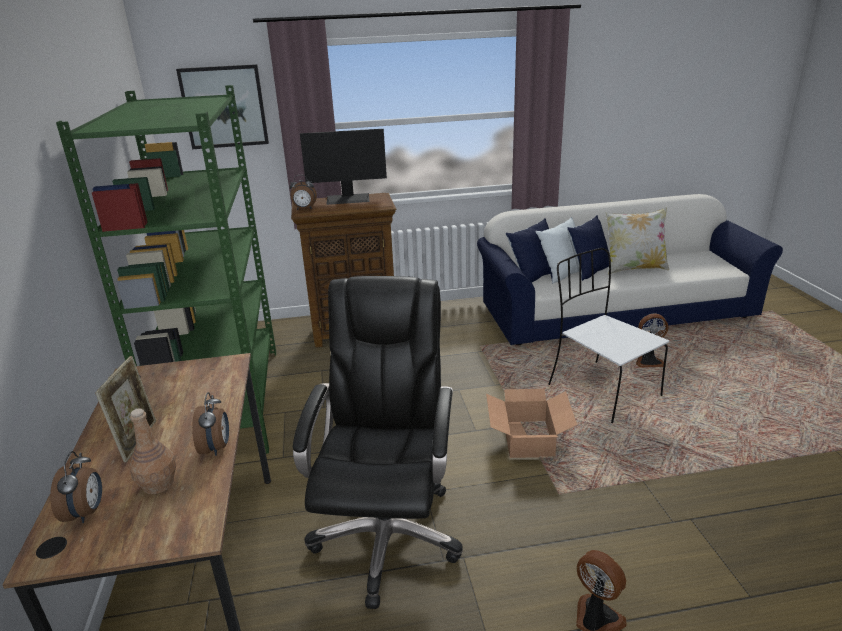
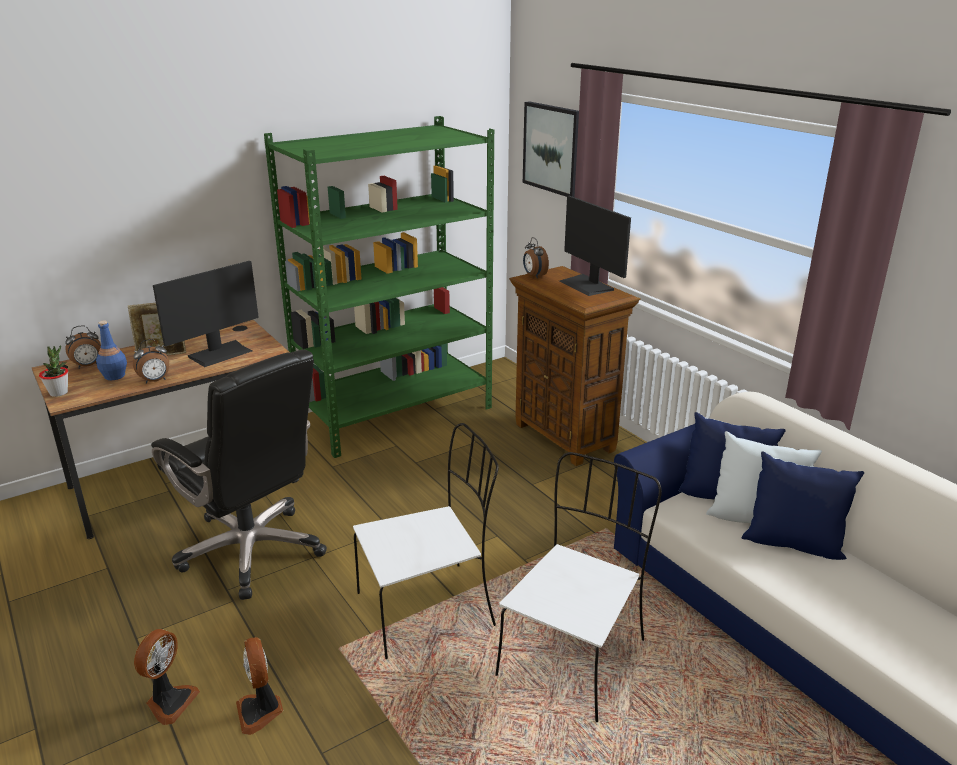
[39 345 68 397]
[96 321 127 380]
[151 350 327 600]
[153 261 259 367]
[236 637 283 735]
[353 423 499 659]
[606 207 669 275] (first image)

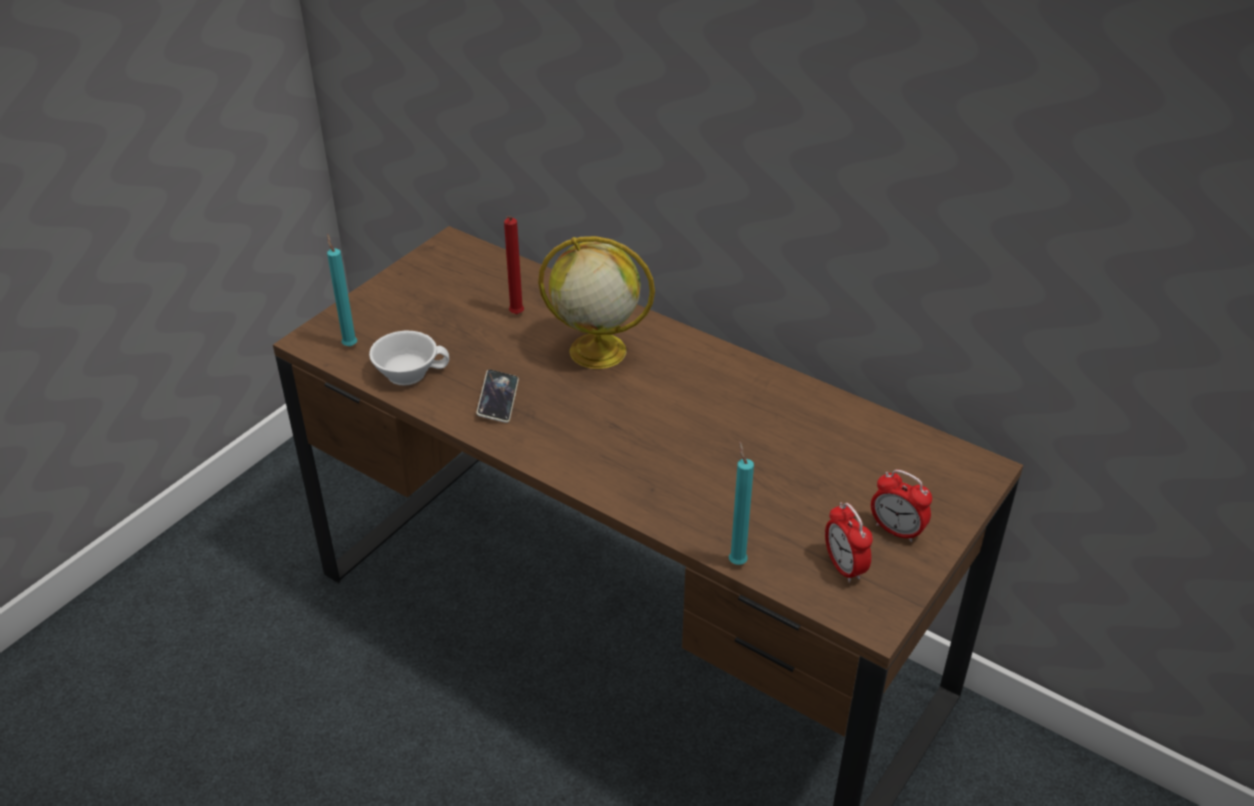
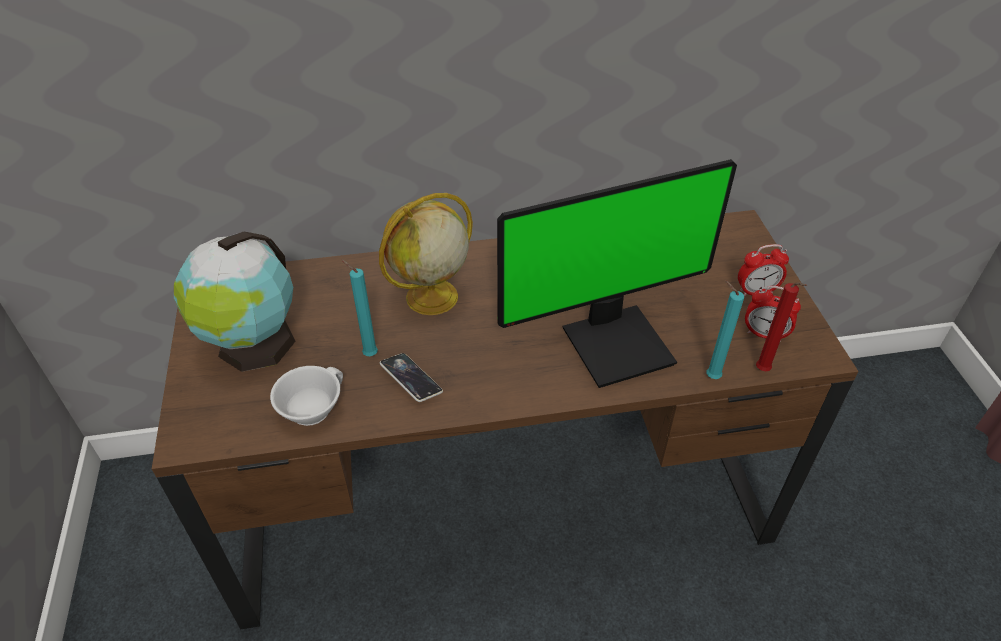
[174 232 296 372]
[341 259 378 356]
[497 159 737 388]
[756 282 808 371]

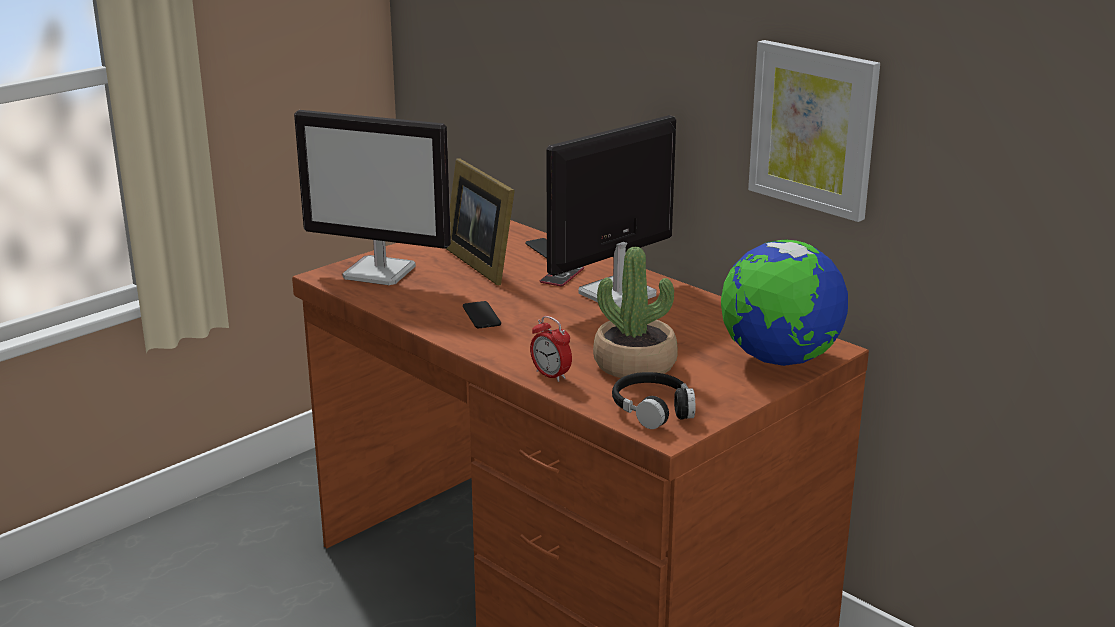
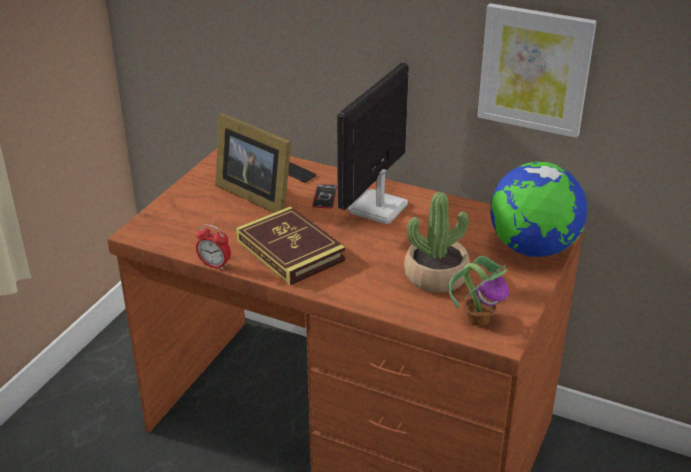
[196 224 231 270]
[236 206 345 285]
[449 256 509 326]
[294 110 451 285] (first image)

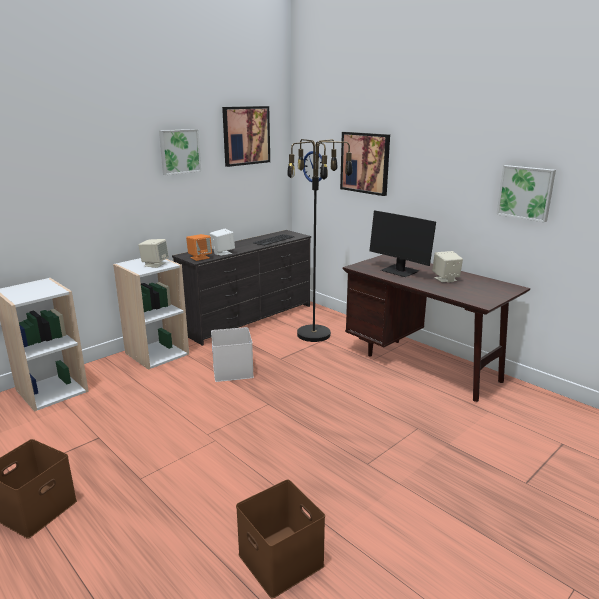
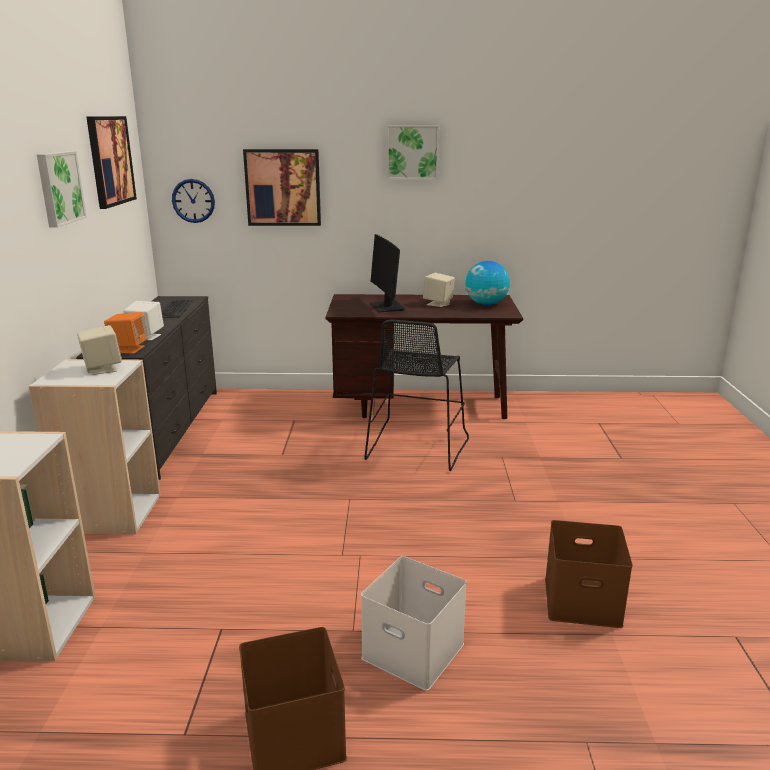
[361 556 467 691]
[364 320 469 471]
[370 234 405 312]
[387 125 439 180]
[465 261 510 305]
[287 139 352 342] (first image)

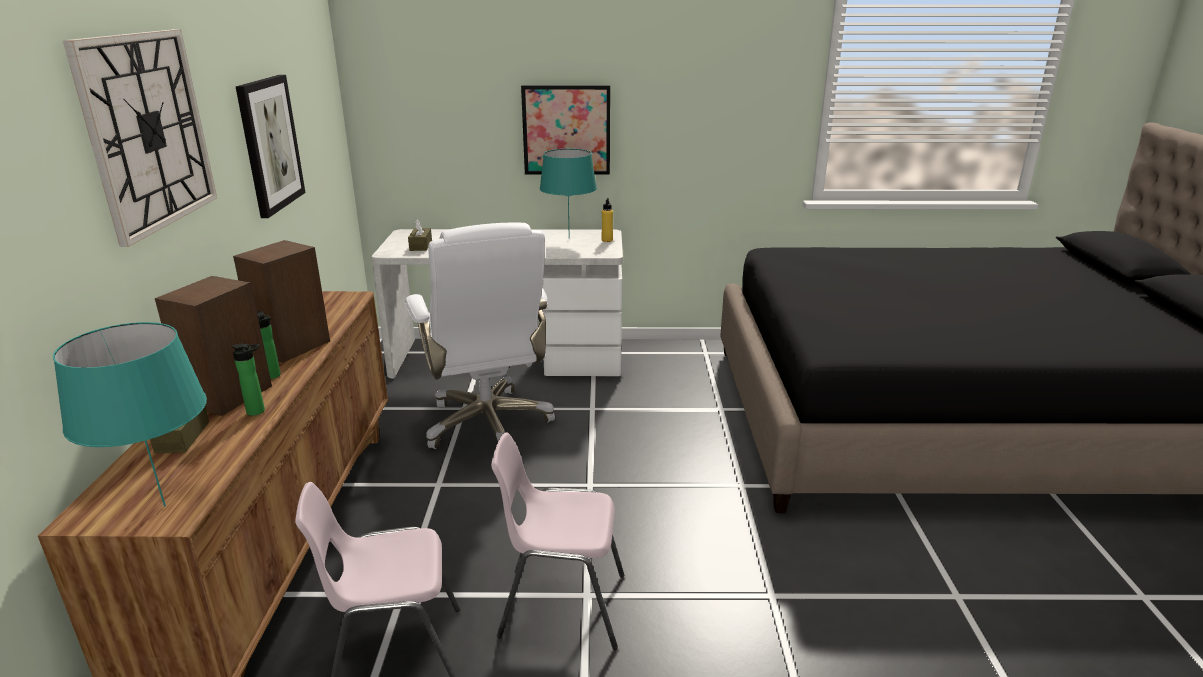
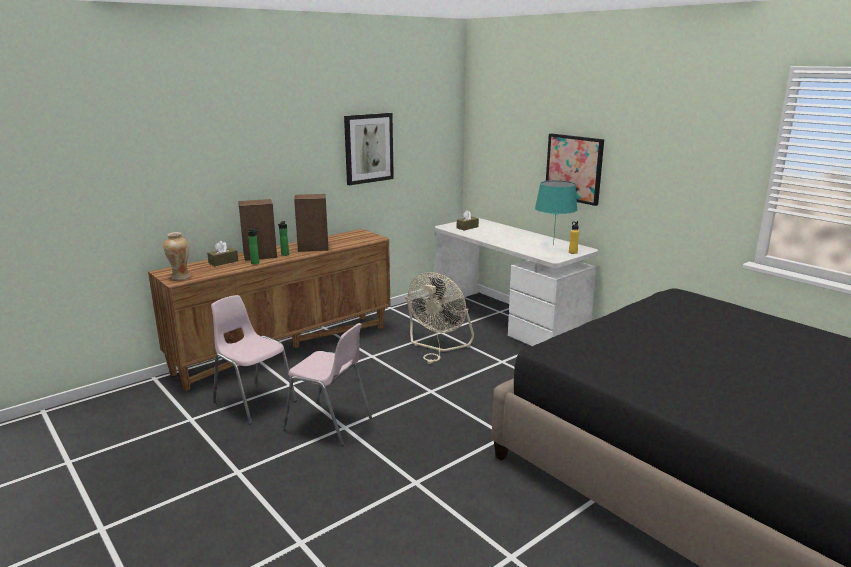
[163 232 190 280]
[283 323 372 446]
[405 272 474 364]
[63 29 217 247] (first image)

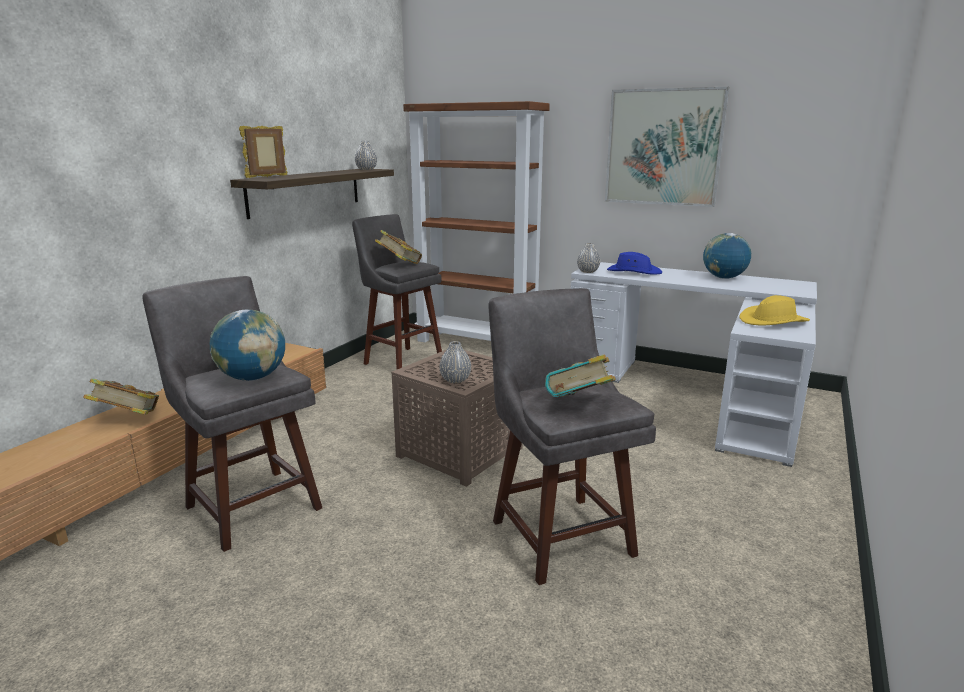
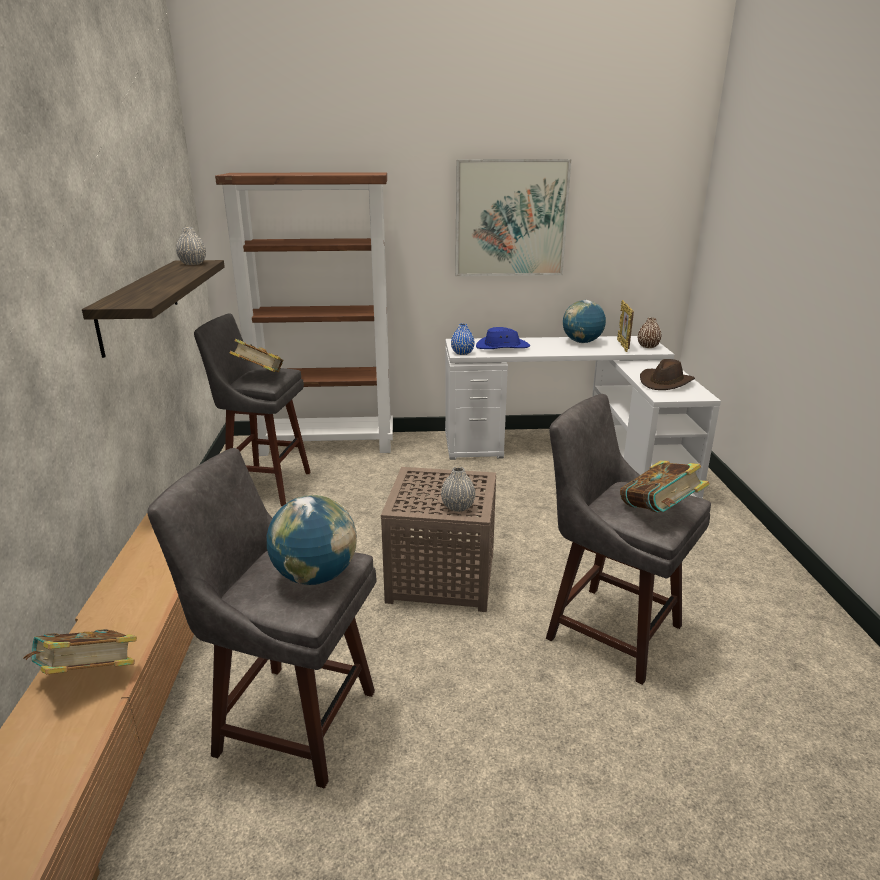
[451 323 475 355]
[617 300 634 352]
[638 318 662 348]
[640 359 695 390]

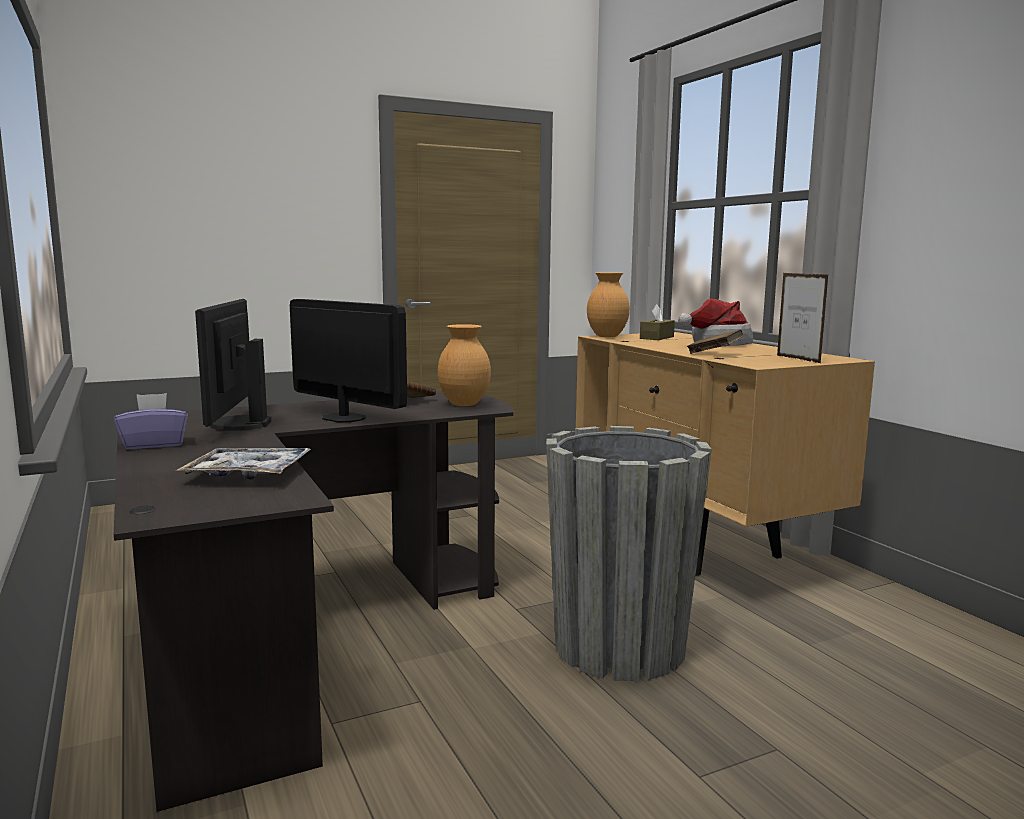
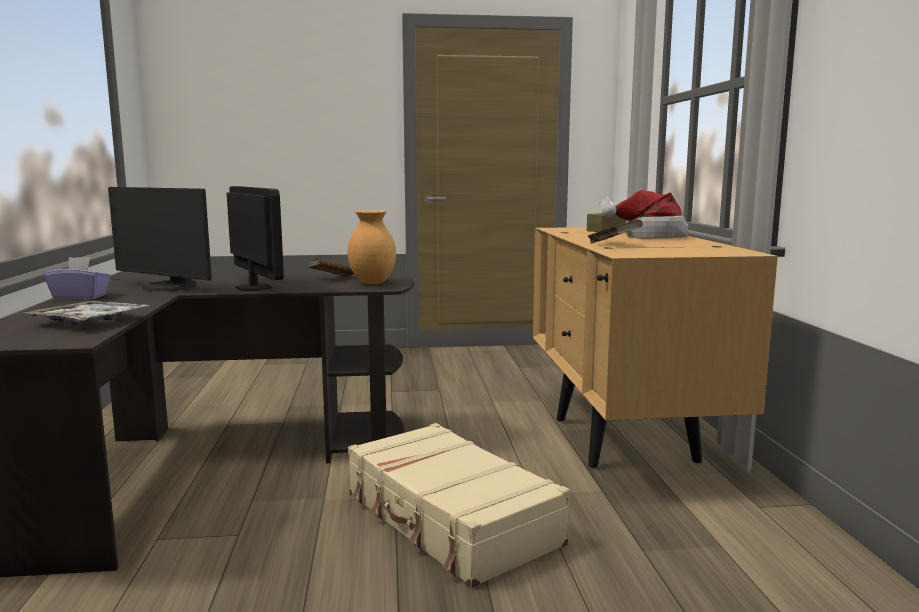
[108 187 212 291]
[348 423 570 588]
[587 272 630 337] (first image)
[777 273 829 363] (first image)

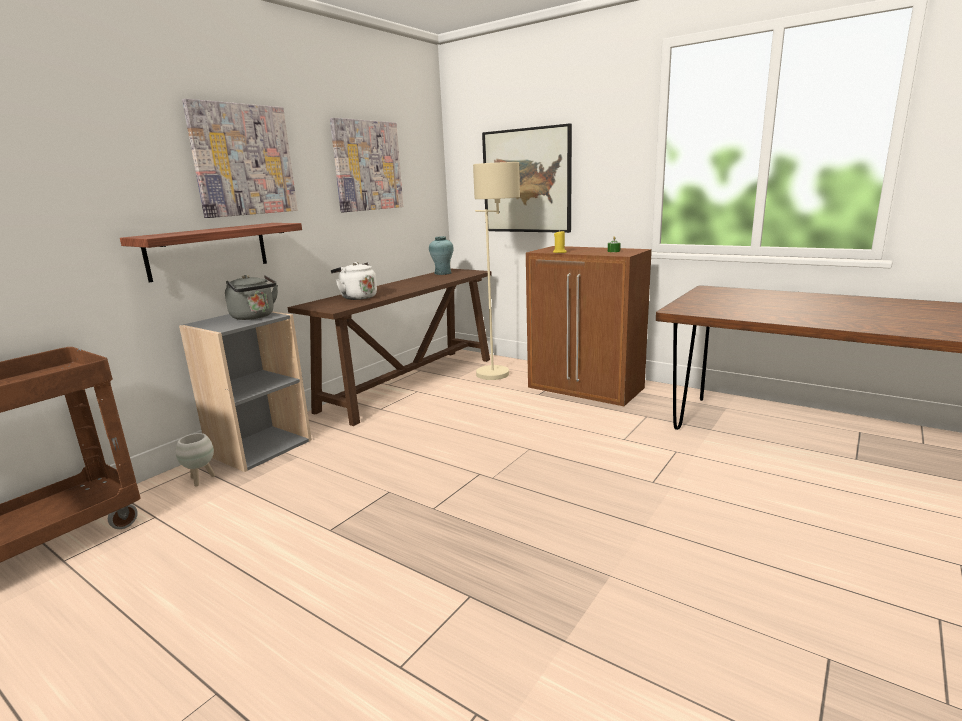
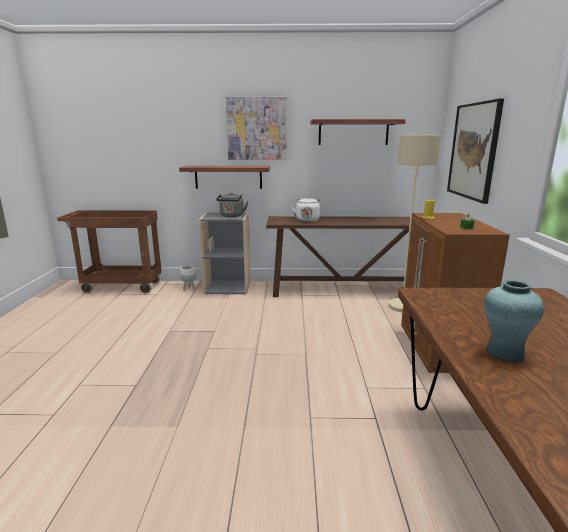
[310 119 406 145]
[484 280 544 362]

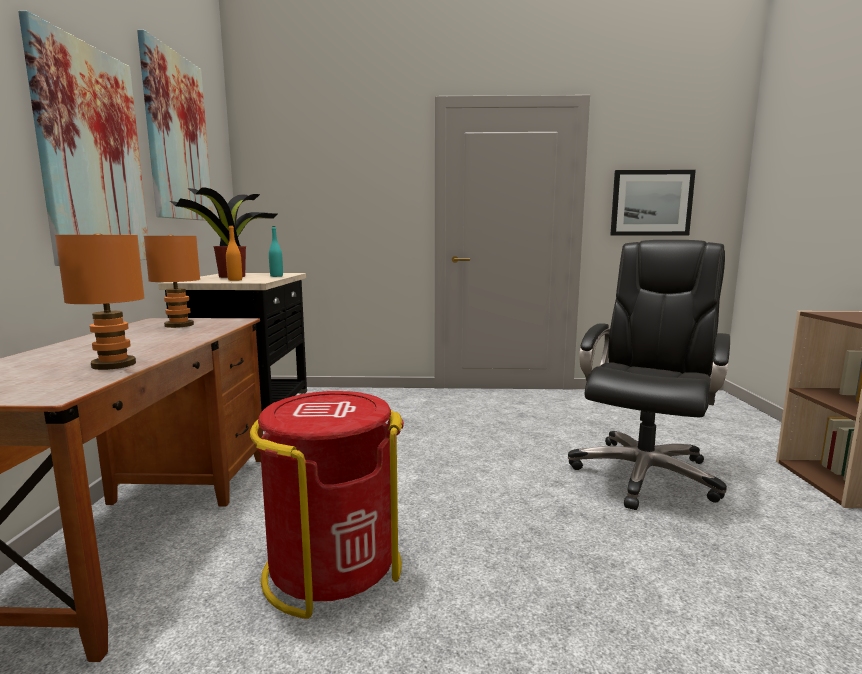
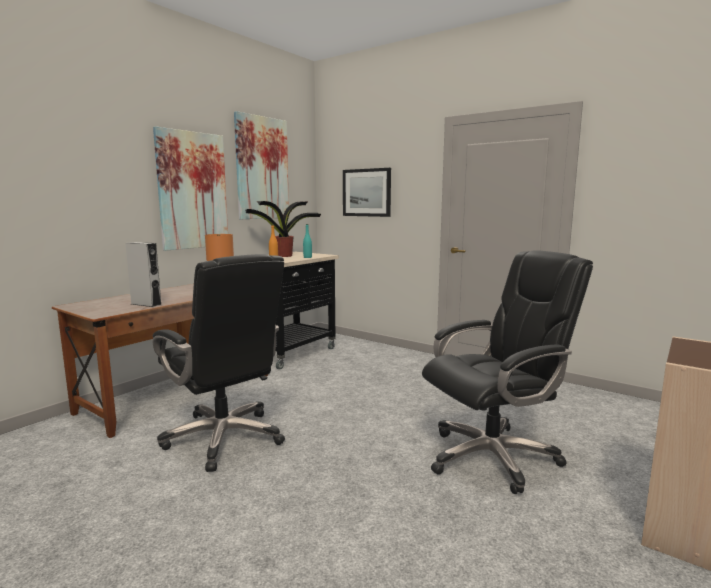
[125 242 162 307]
[152 254 285 472]
[343 168 391 217]

